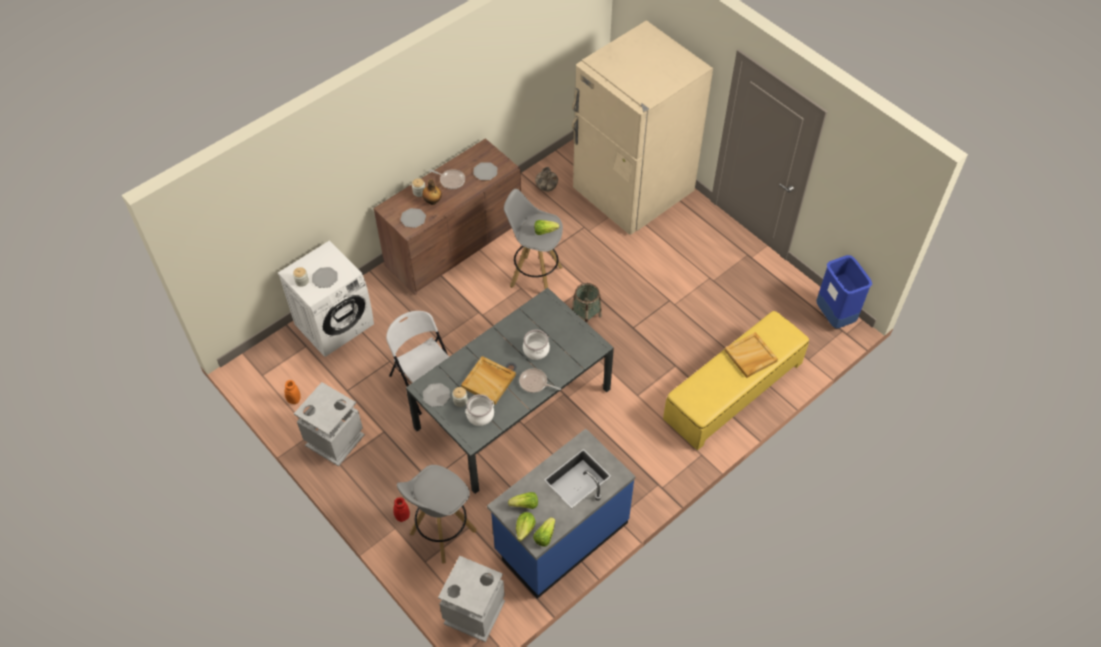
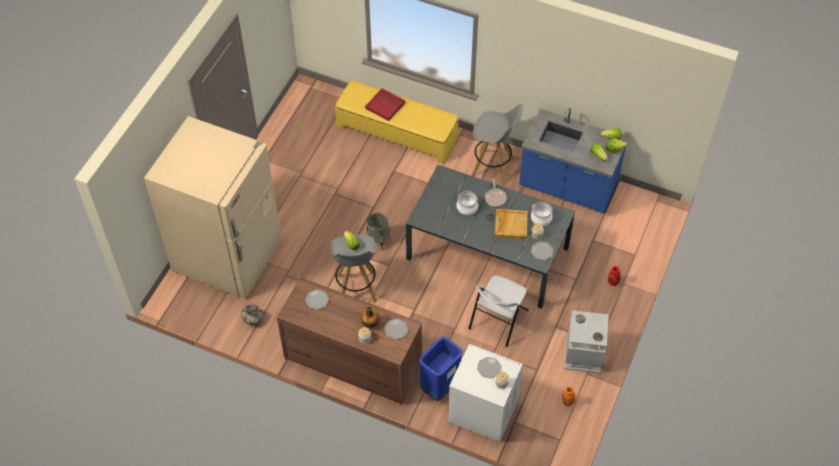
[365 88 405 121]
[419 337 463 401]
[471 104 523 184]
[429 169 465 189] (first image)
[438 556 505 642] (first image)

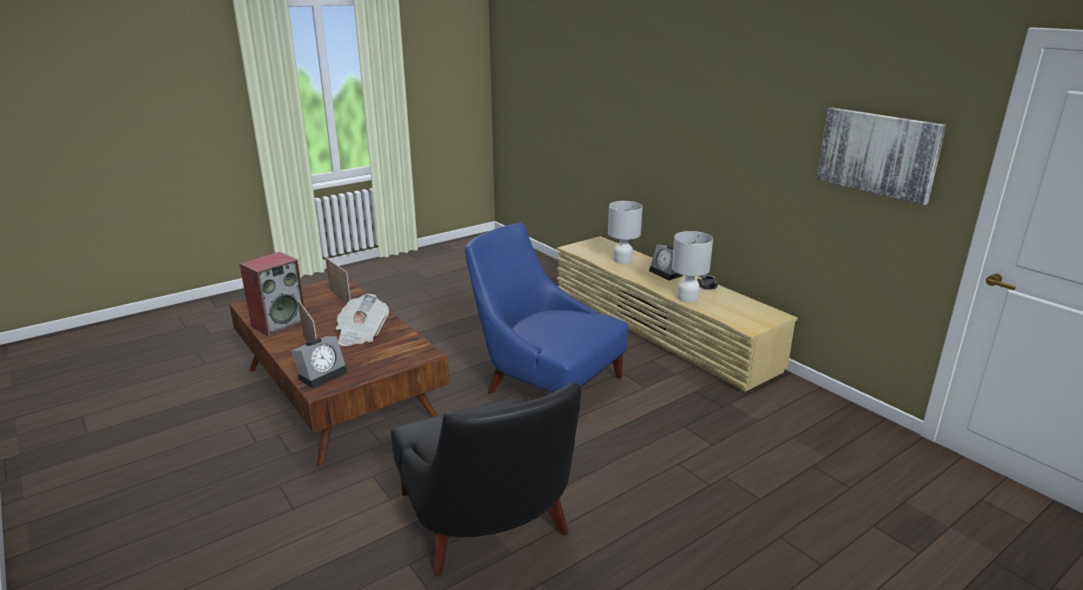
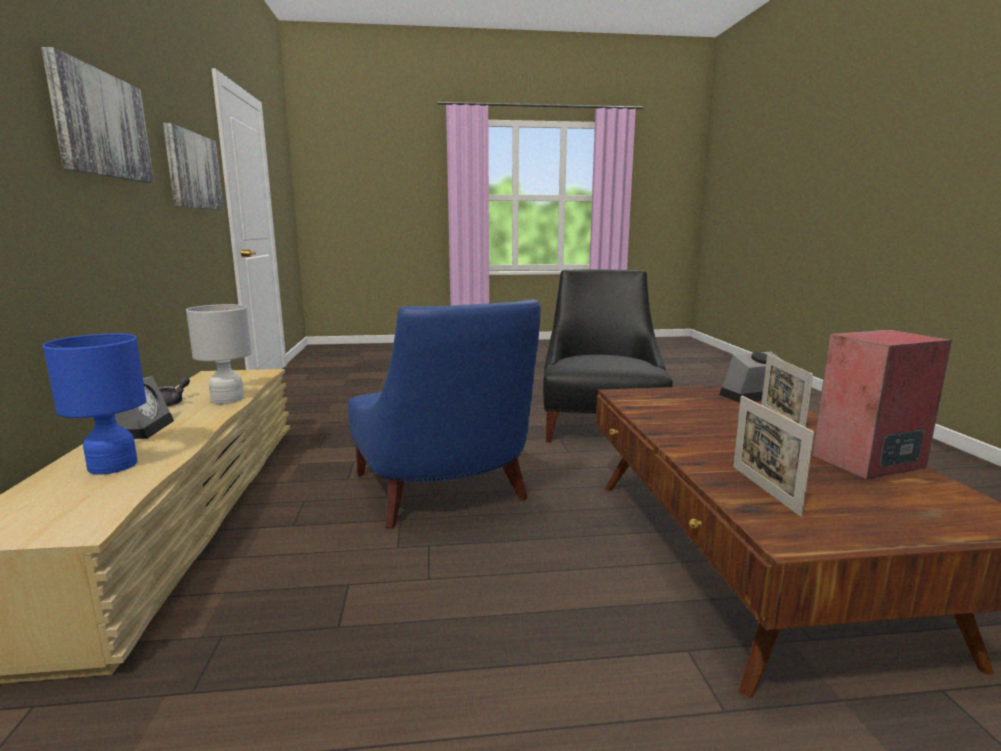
[41 47 154 183]
[43 333 146 474]
[336 294 389 346] (first image)

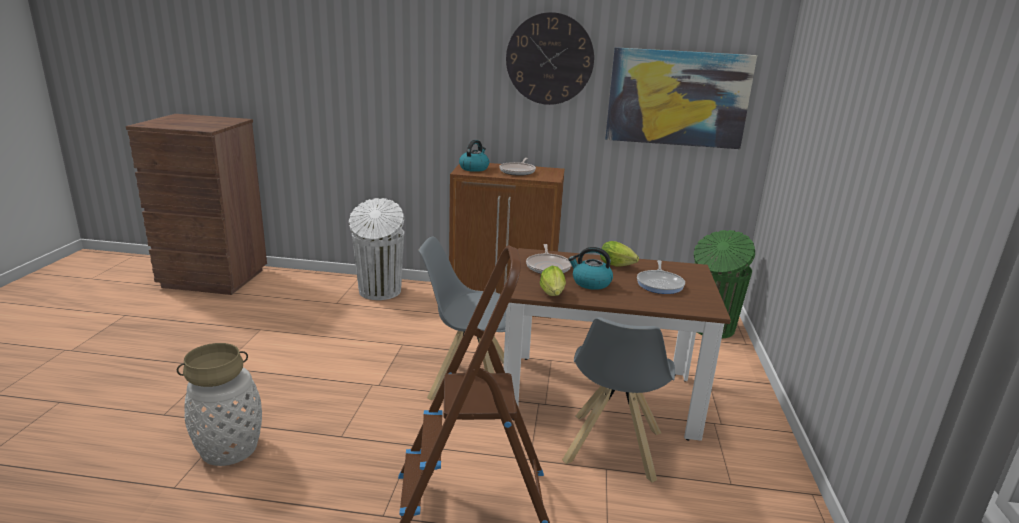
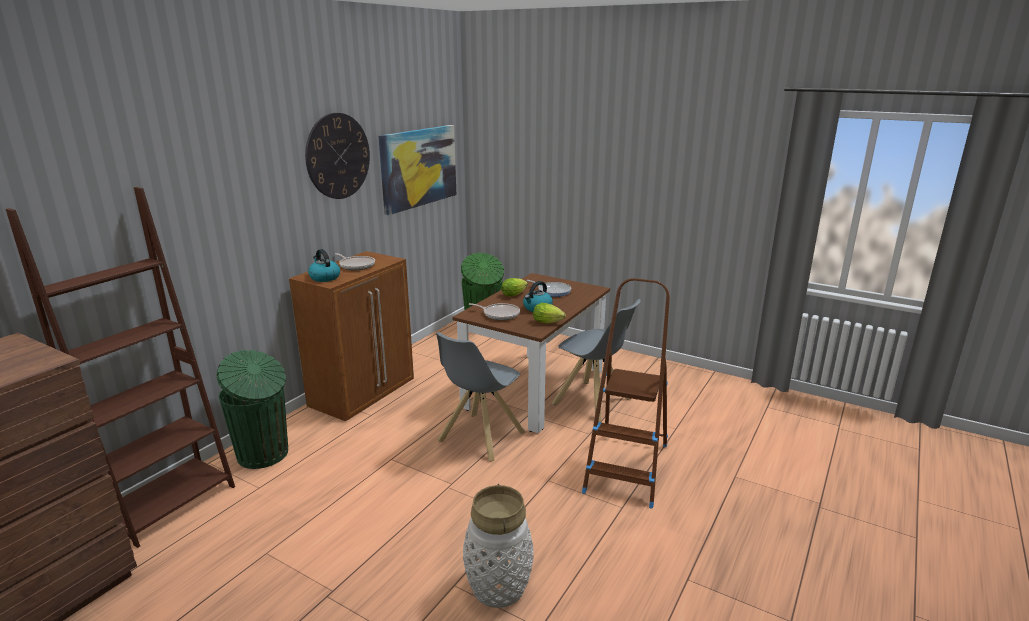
[6 187 235 548]
[216 350 288 469]

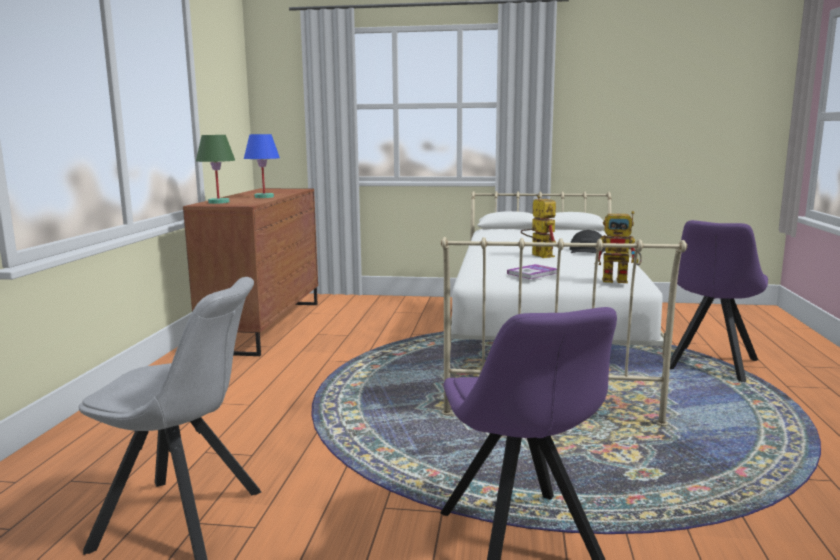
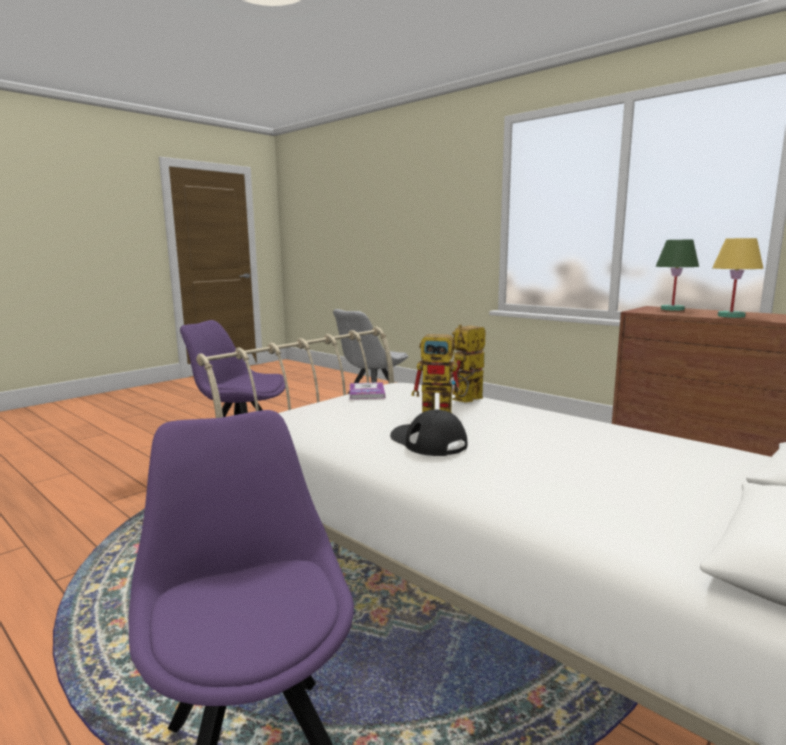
[451 324 485 403]
[712 238 764 318]

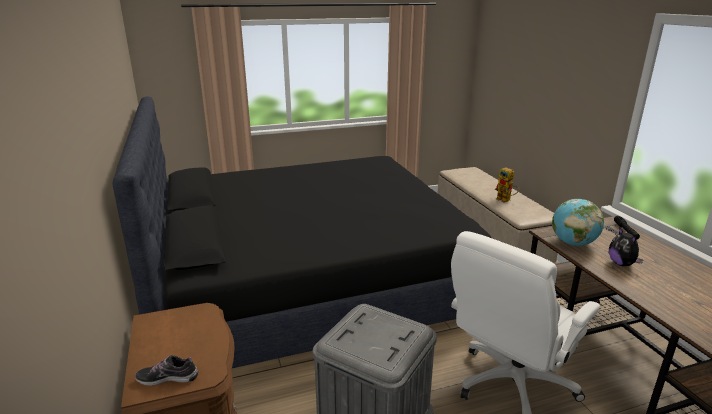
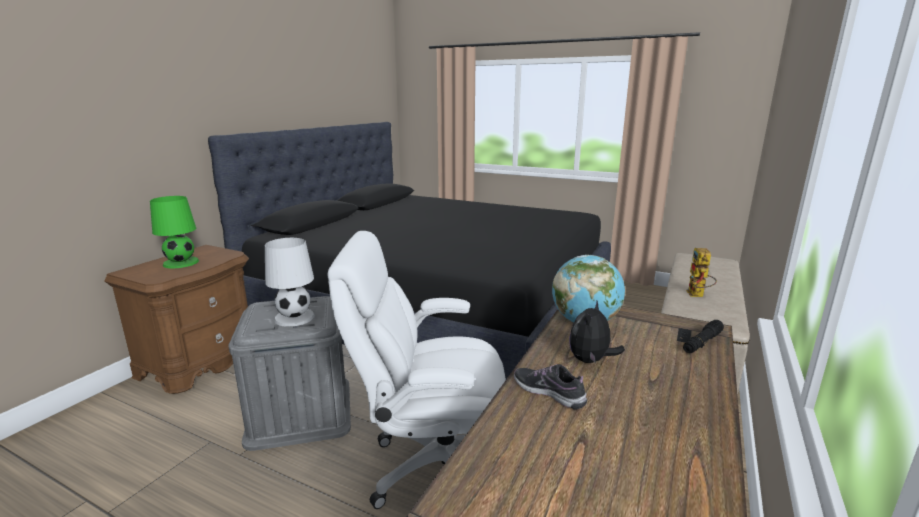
[150 196 199 268]
[265 238 315 327]
[514 364 587 409]

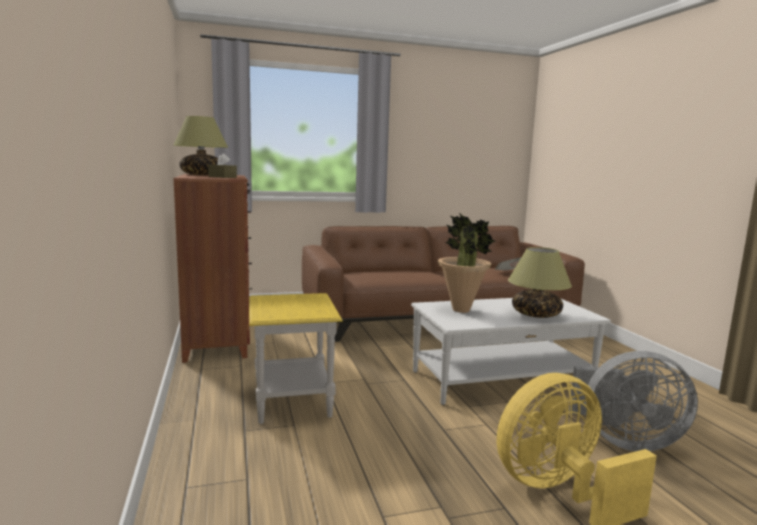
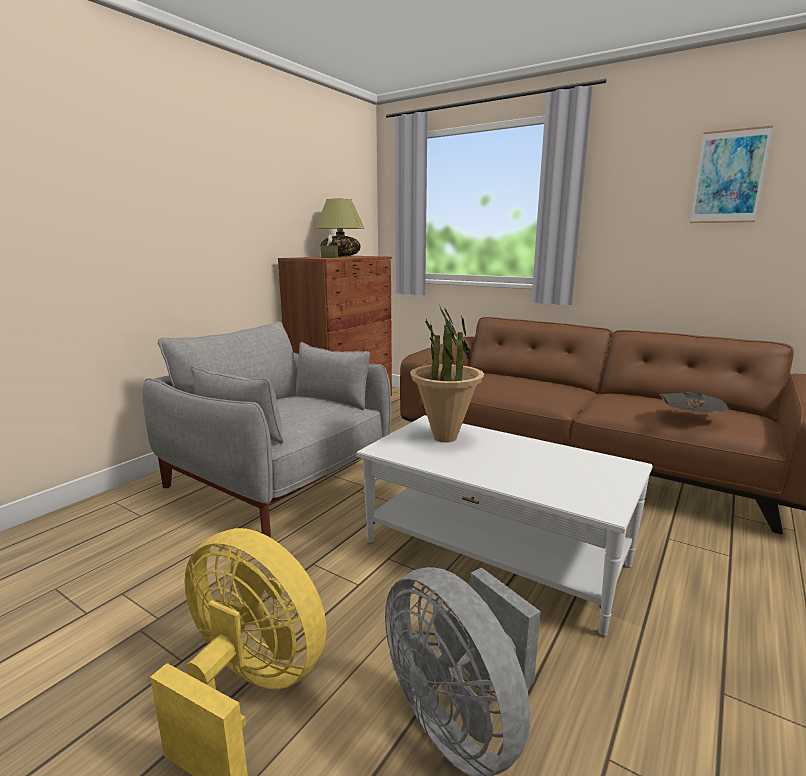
[142 321 391 537]
[690 125 773 223]
[508 247 572 318] (first image)

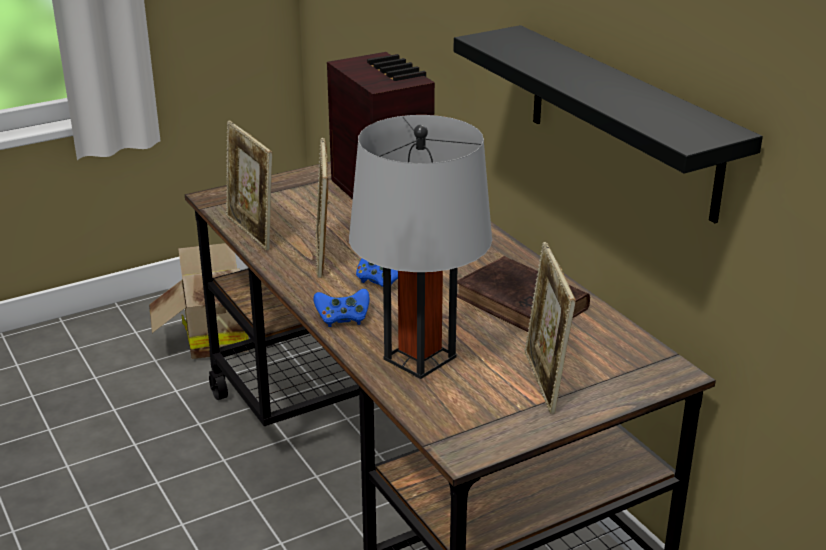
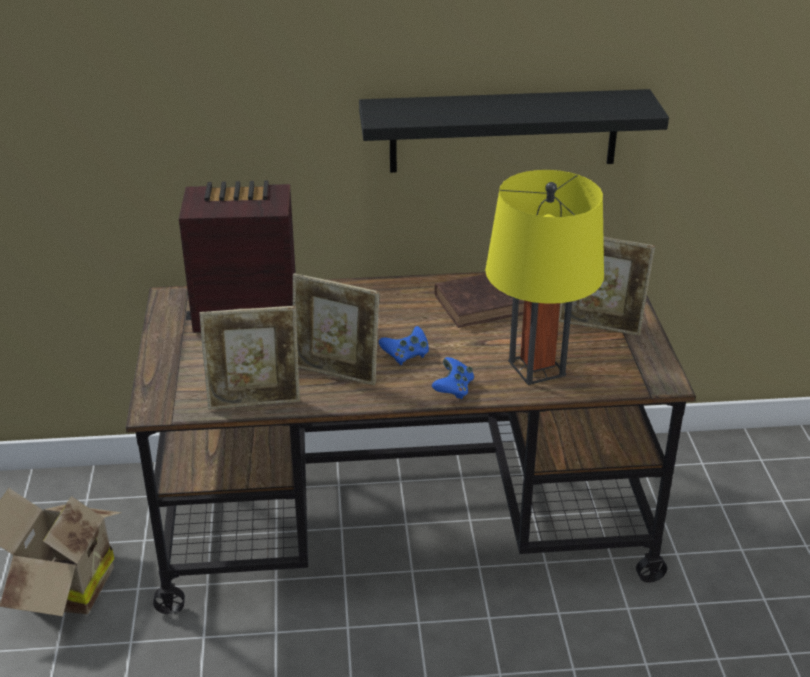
[485 170 604 385]

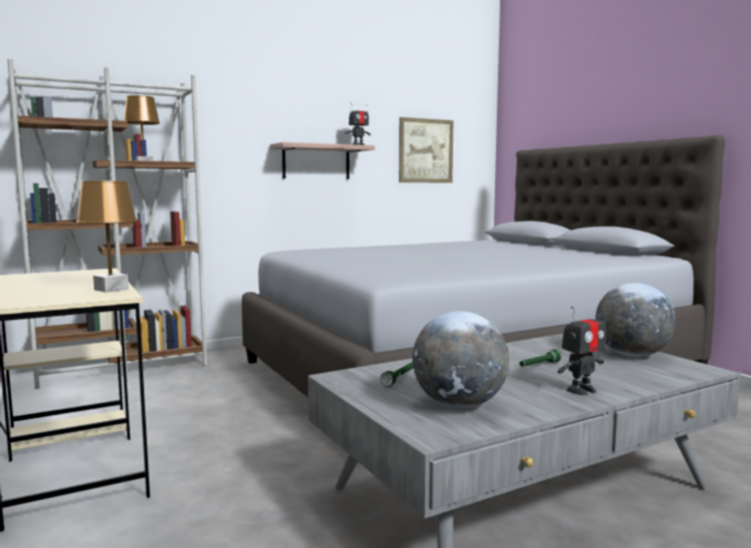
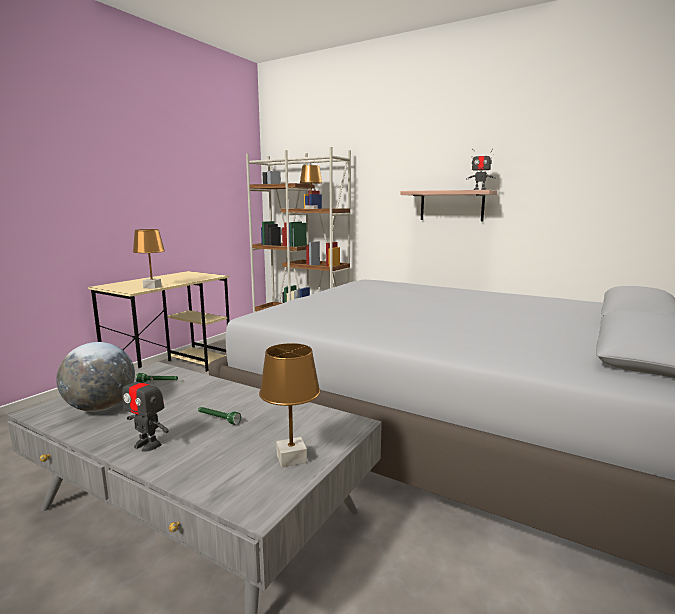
[259 343 320 467]
[399 117 454 183] (first image)

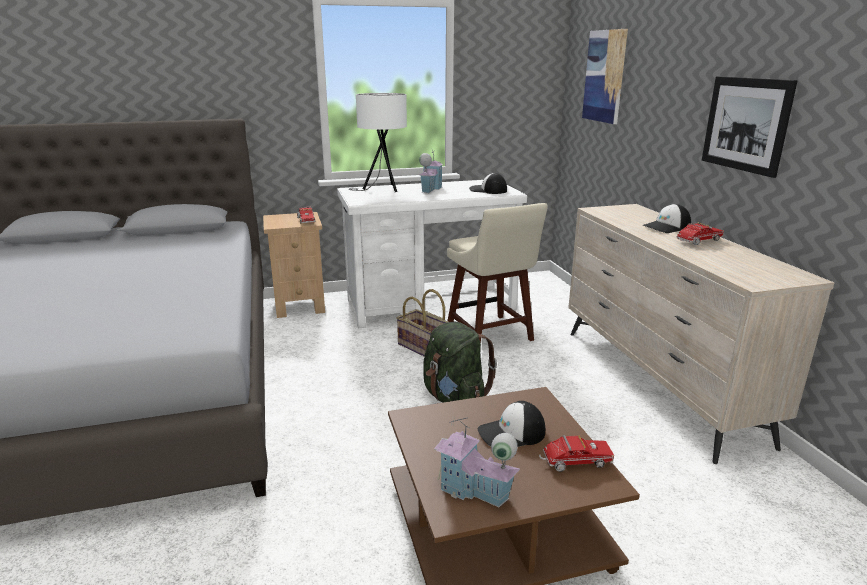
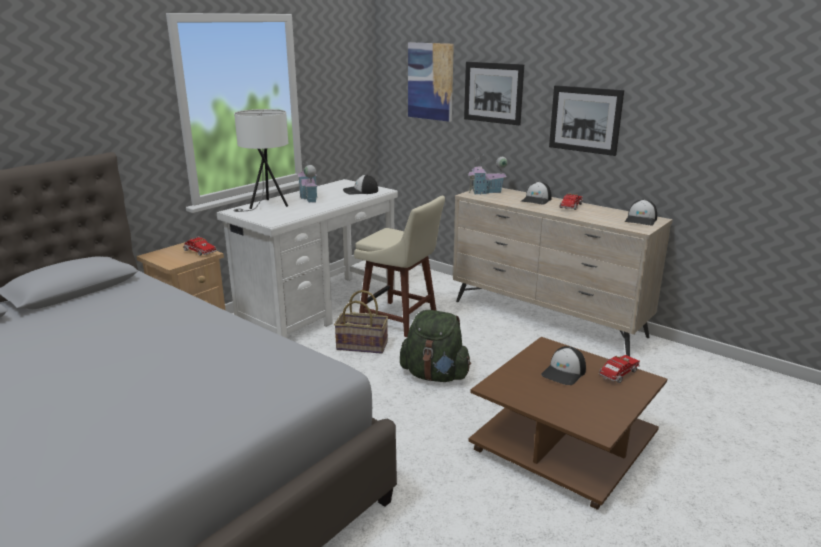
[464 62 524 125]
[468 155 507 195]
[625 200 657 226]

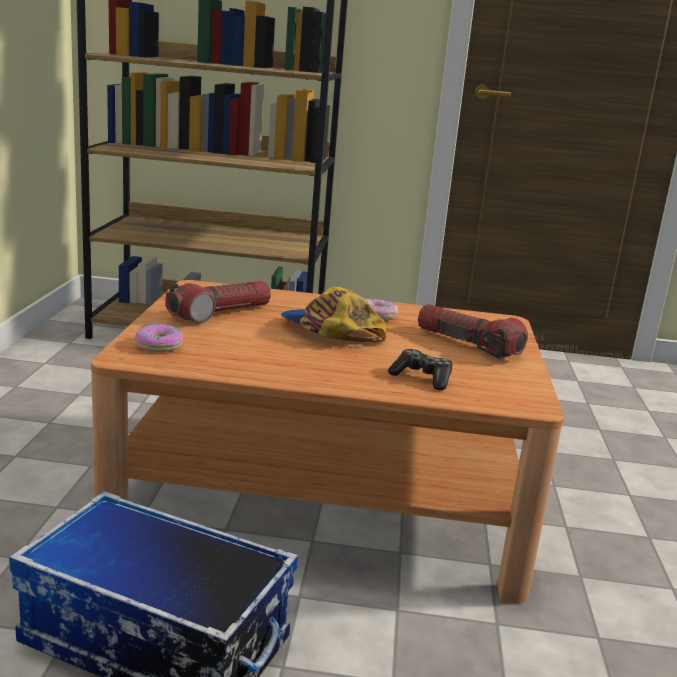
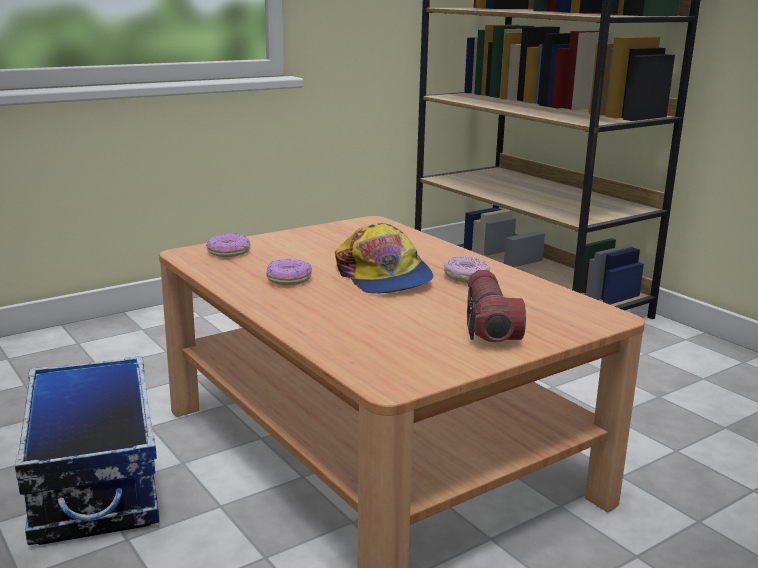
[266 259 312 285]
[335 223 434 294]
[165 281 271 323] (first image)
[388 349 453 390] (first image)

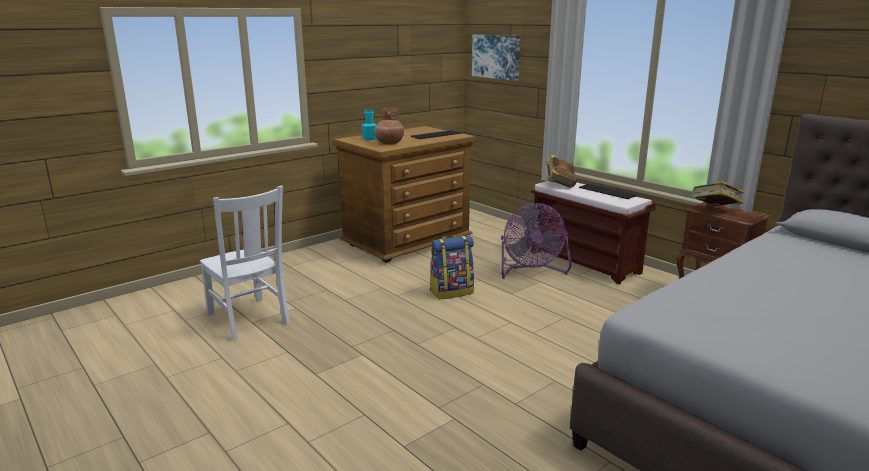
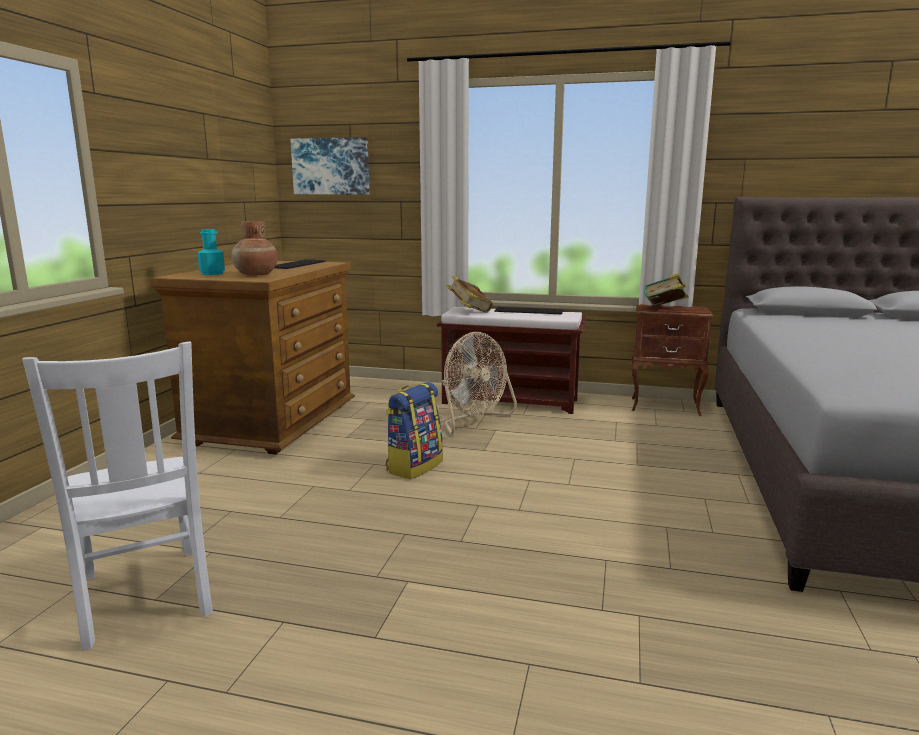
[22 341 213 650]
[439 332 517 437]

